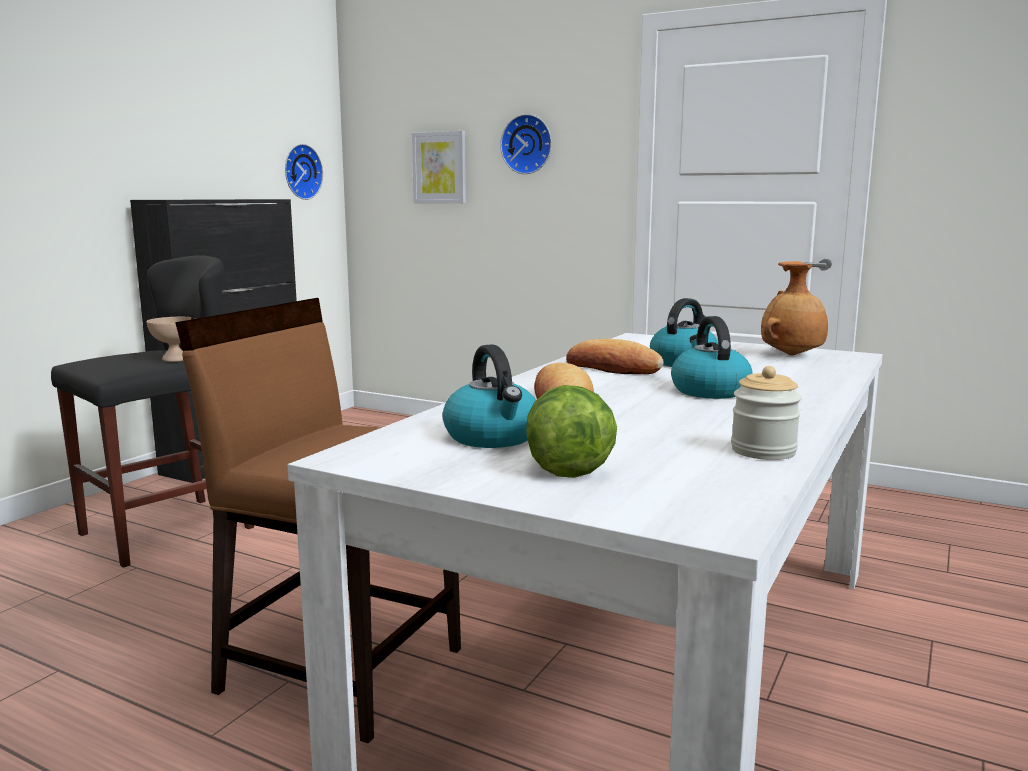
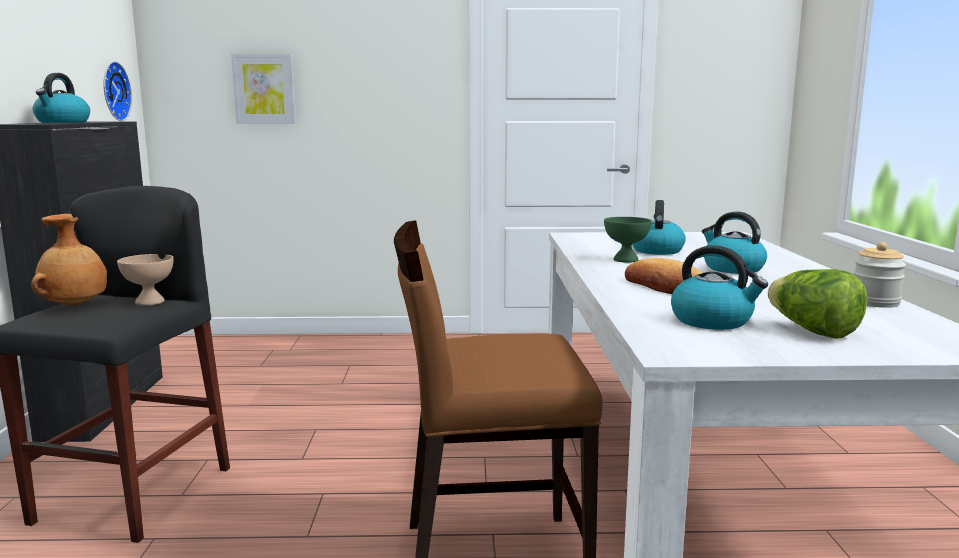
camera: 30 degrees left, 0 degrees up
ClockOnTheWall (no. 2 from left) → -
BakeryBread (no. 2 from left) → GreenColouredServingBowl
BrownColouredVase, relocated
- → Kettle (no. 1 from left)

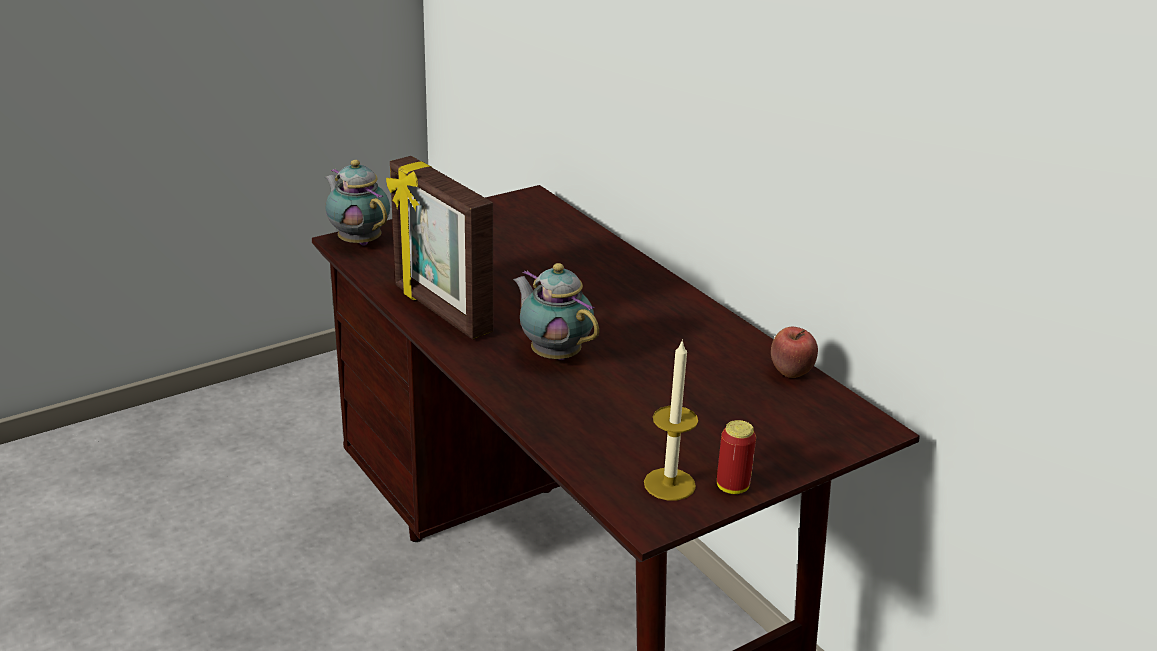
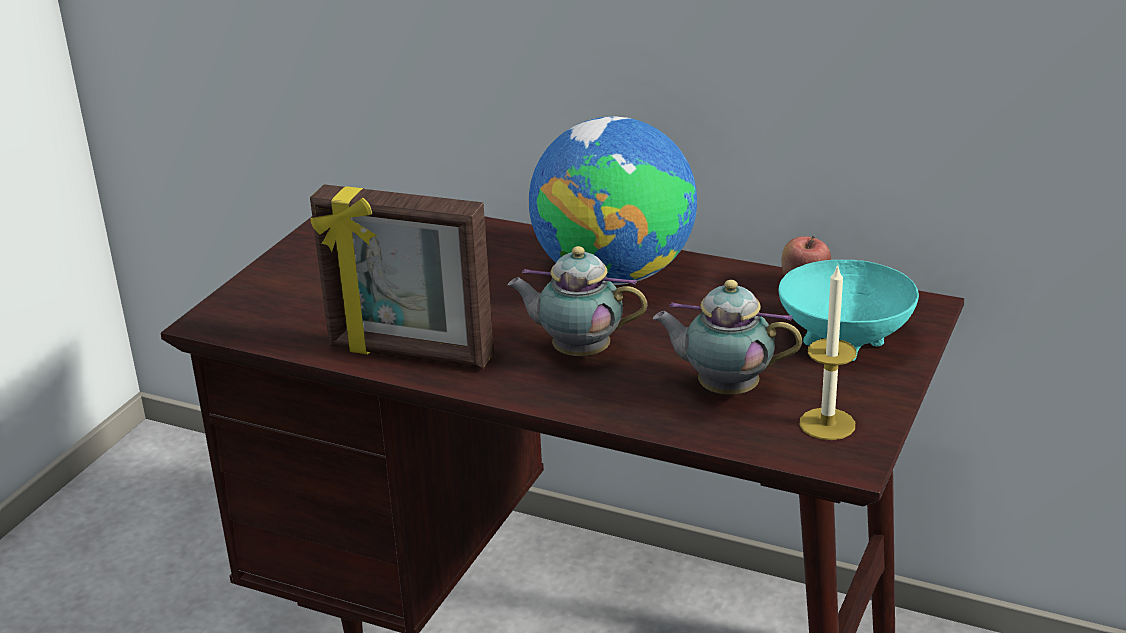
camera: 30 degrees left, 0 degrees up
Teapot (no. 1 from left in the first image) → Teapot (no. 2 from left), relocated
MetalCan → -
- → Globe
- → BlueGreenServingBowl

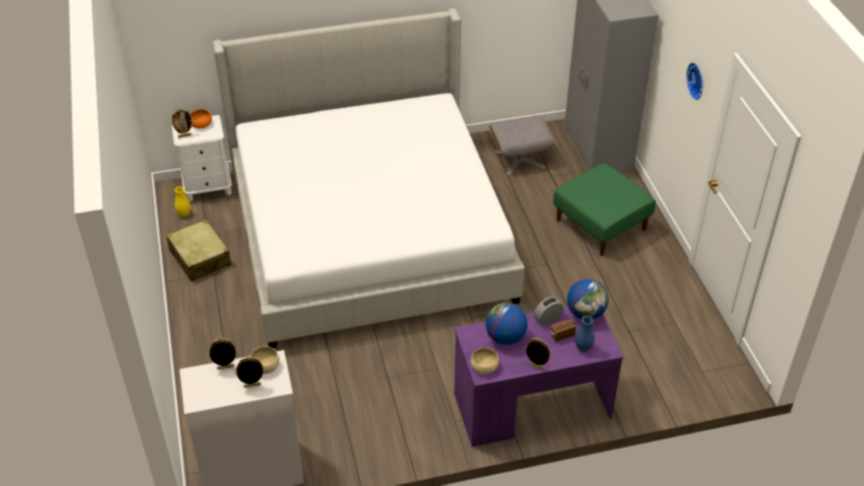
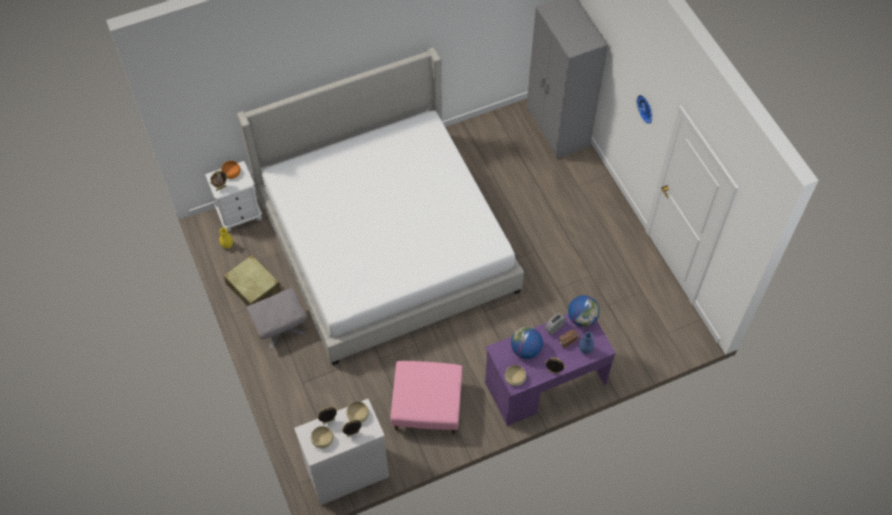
camera: 10 degrees left, 15 degrees up
GreyPouffe, relocated
GreenColouredPouffe → -
- → SandColouredServingBowl (no. 1 from left)
- → PinkPouffe

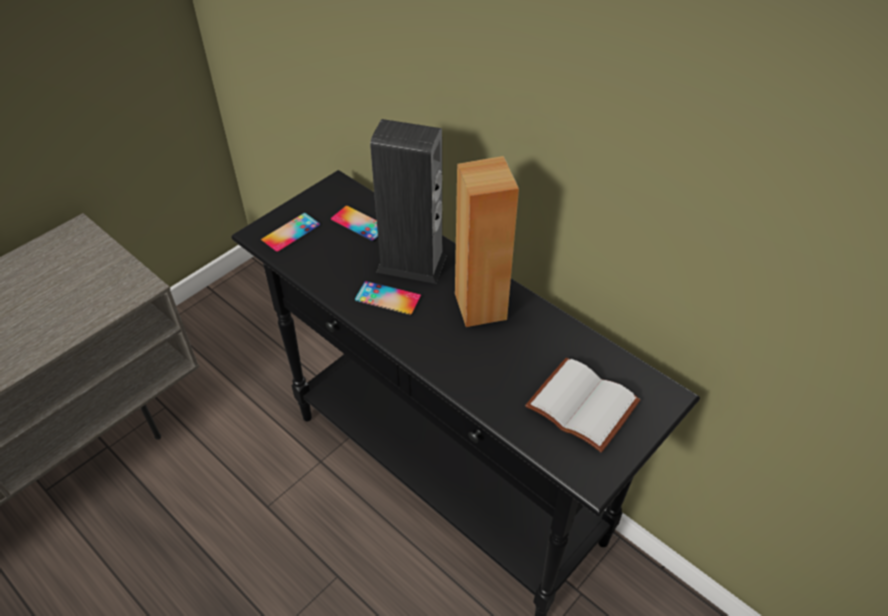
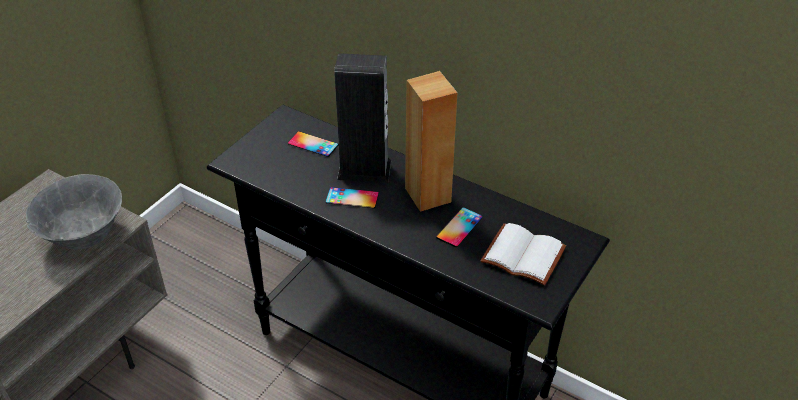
camera: 10 degrees left, 5 degrees down
Telephone (no. 1 from left in the first image) → Telephone (no. 3 from left), relocated
- → GreyServingBowl

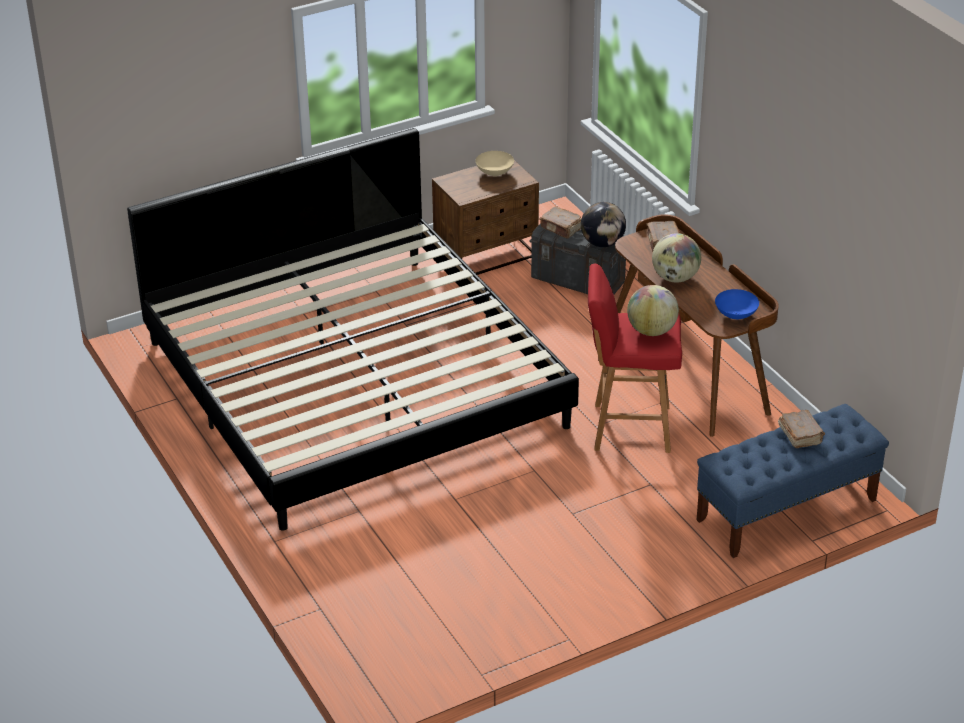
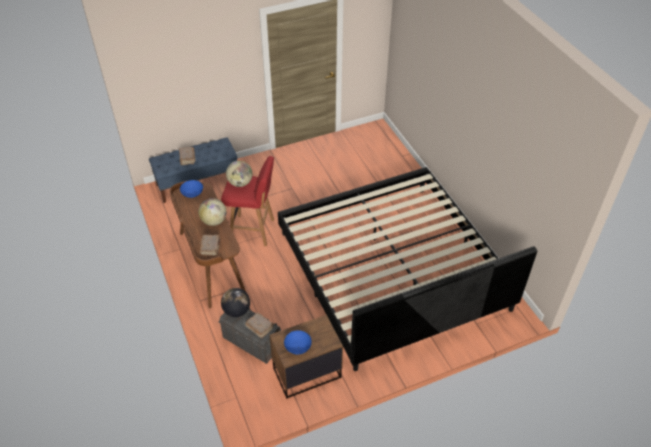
camera: 175 degrees left, 10 degrees up
SandColouredServingBowl → BluishServingBowl (no. 2 from left)

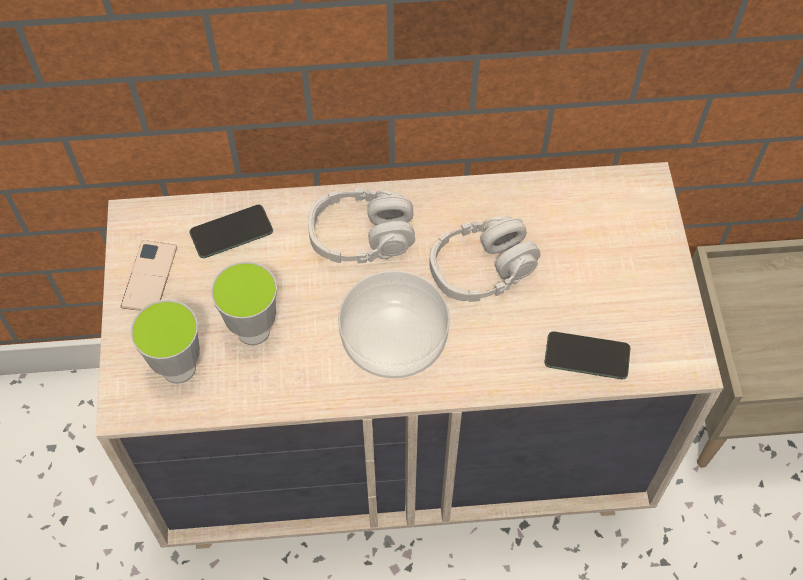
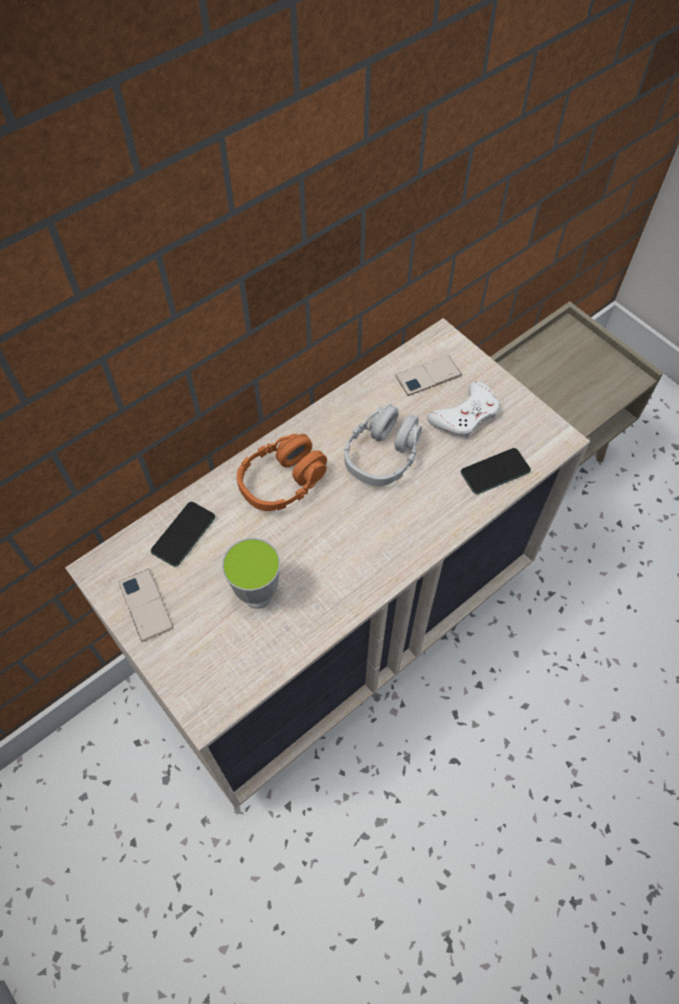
camera: 35 degrees left, 0 degrees up
SmallCup (no. 1 from left) → -
GreyPairOfHeadphones (no. 1 from left) → OrangeyPairOfHeadphones
ServingBowl → -
- → Telephone (no. 3 from left)
- → WhitishJoypad

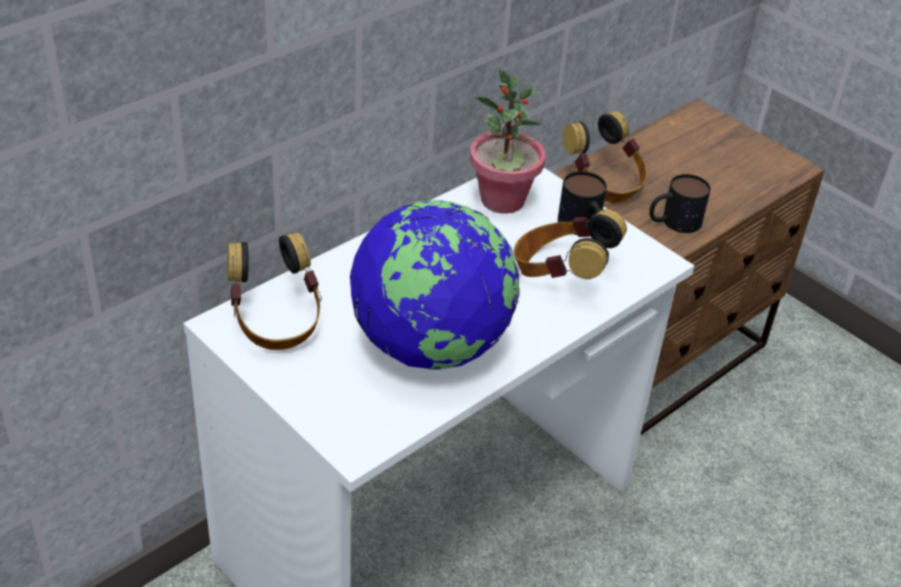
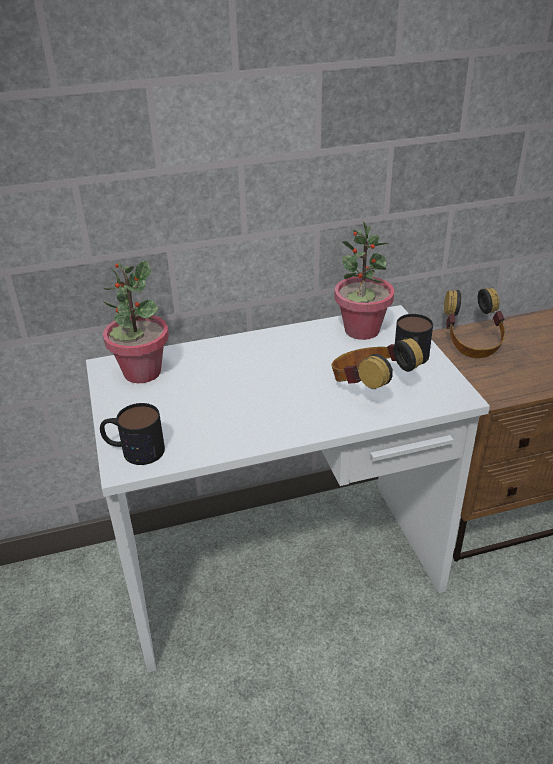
camera: 30 degrees right, 5 degrees down
PairOfHeadphones (no. 1 from left) → PottedPlant (no. 1 from left)
Globe → -
CoffeeMug (no. 2 from left in the first image) → CoffeeMug (no. 1 from left), relocated

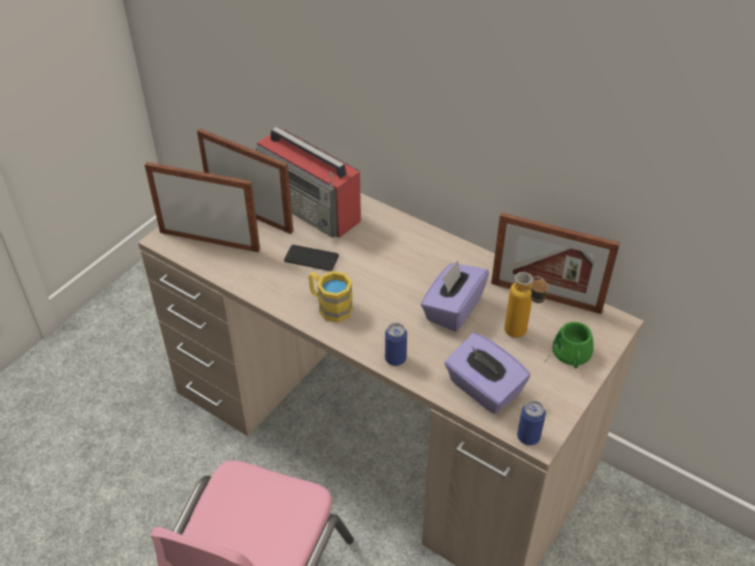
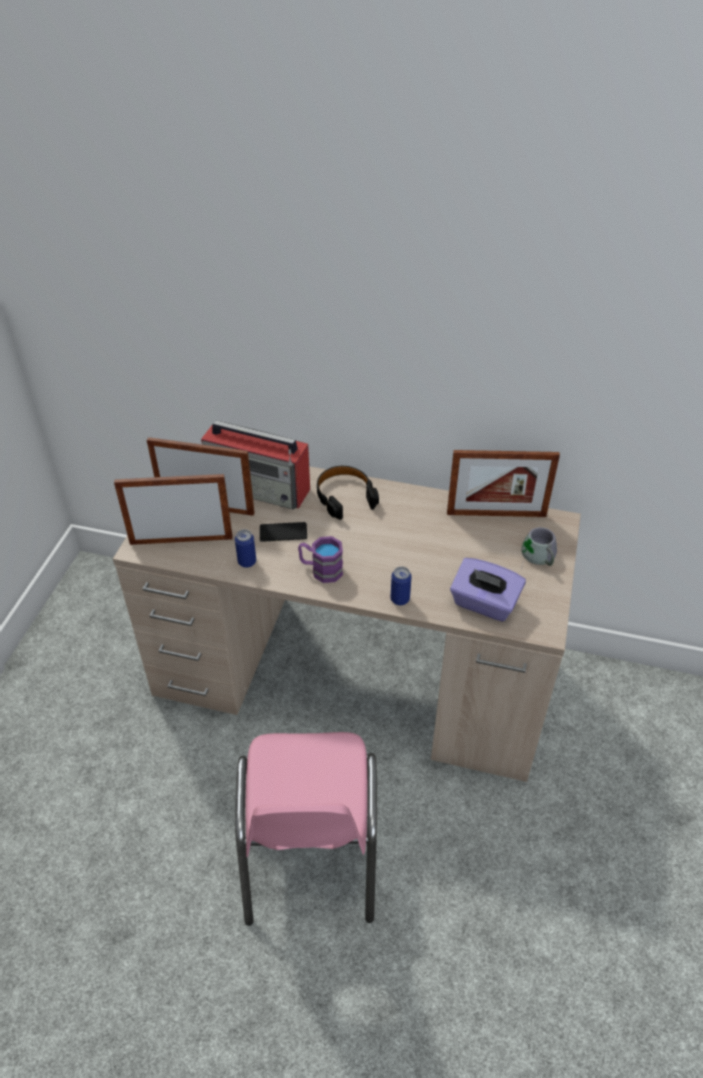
camera: 20 degrees left, 0 degrees up
YellowCoffeeMug → PurpleColouredCoffeeMug
PurpleColouredTissueHolder (no. 1 from left) → -
DrinkBottle → -
MetalCan (no. 2 from left in the first image) → MetalCan (no. 1 from left), relocated
GreenColouredCoffeeMug → GreyCoffeeMug
- → BlackPairOfHeadphones

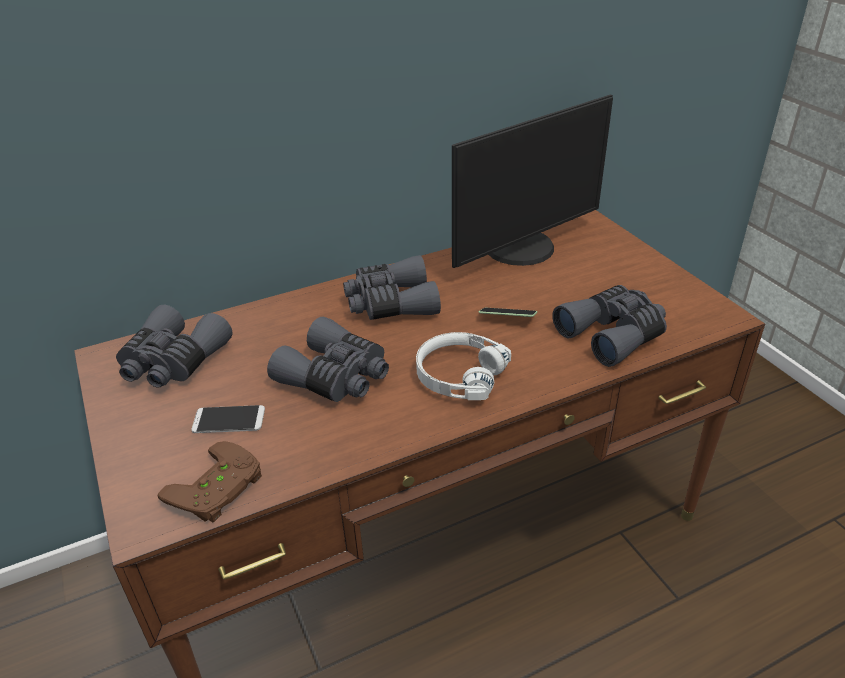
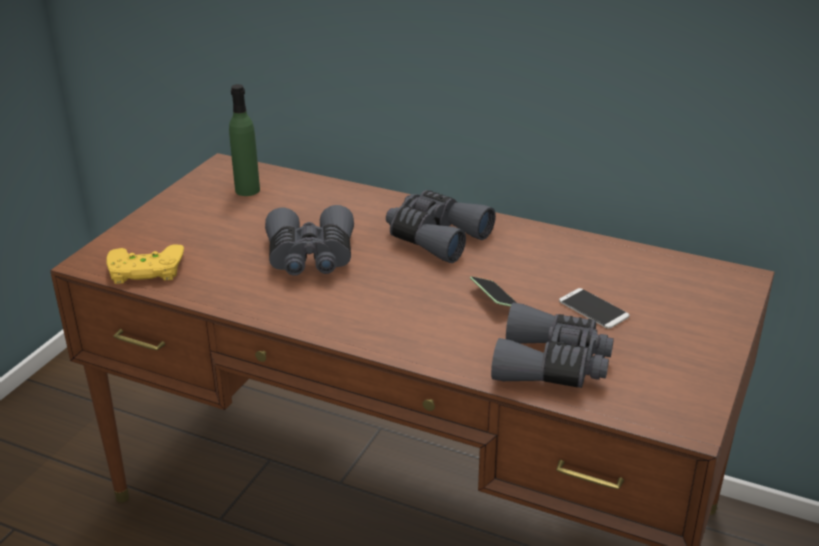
camera: 50 degrees right, 5 degrees down
GreyPairOfBinoculars (no. 1 from left) → GreenColouredDrinkBottle
BrownColouredJoypad → YellowJoypad
Telephone (no. 1 from left in the first image) → Telephone (no. 2 from left), relocated
WhitishPairOfHeadphones → -
Monitor → -

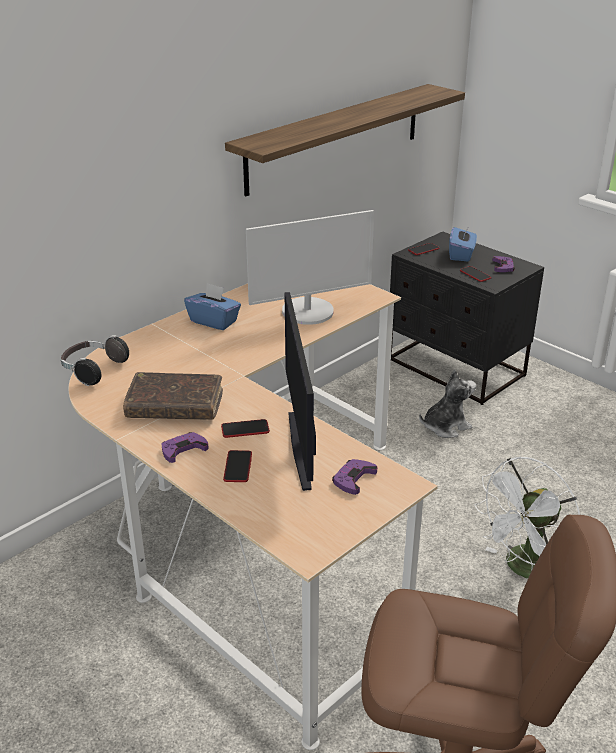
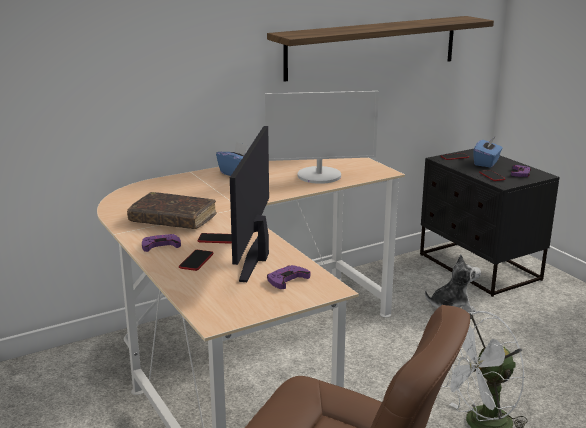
camera: 15 degrees right, 10 degrees down
PairOfHeadphones → -

